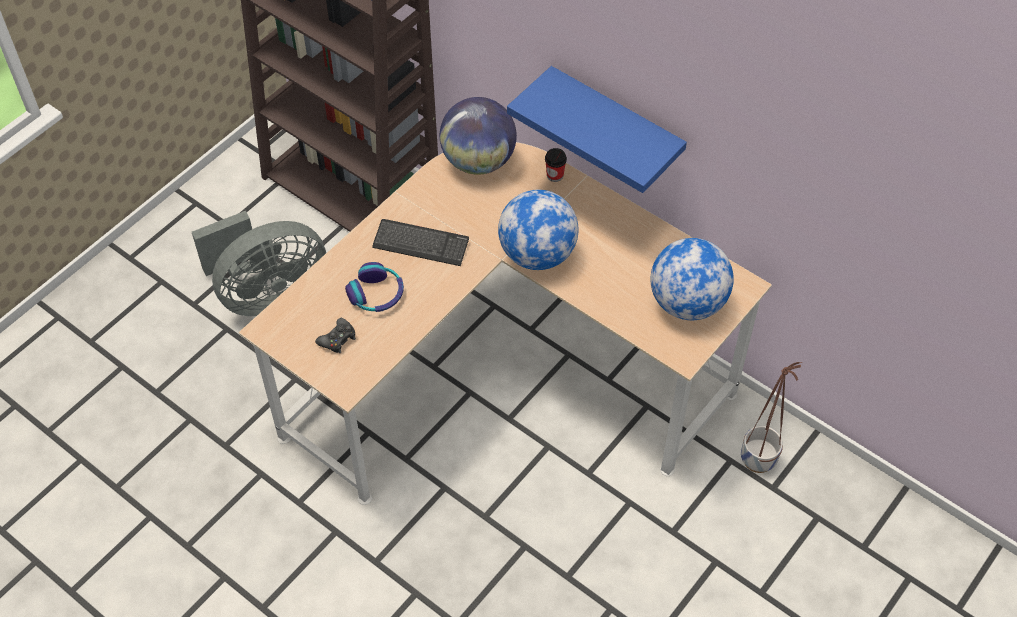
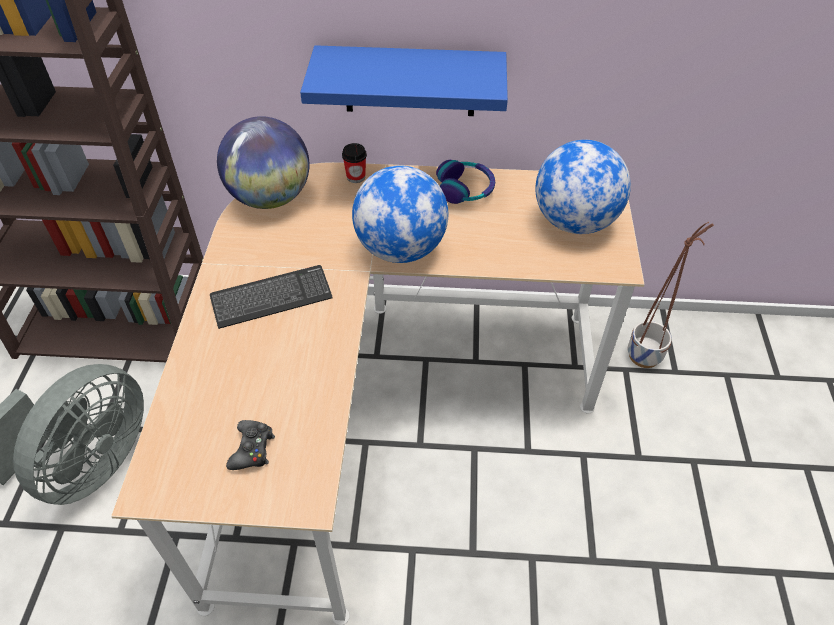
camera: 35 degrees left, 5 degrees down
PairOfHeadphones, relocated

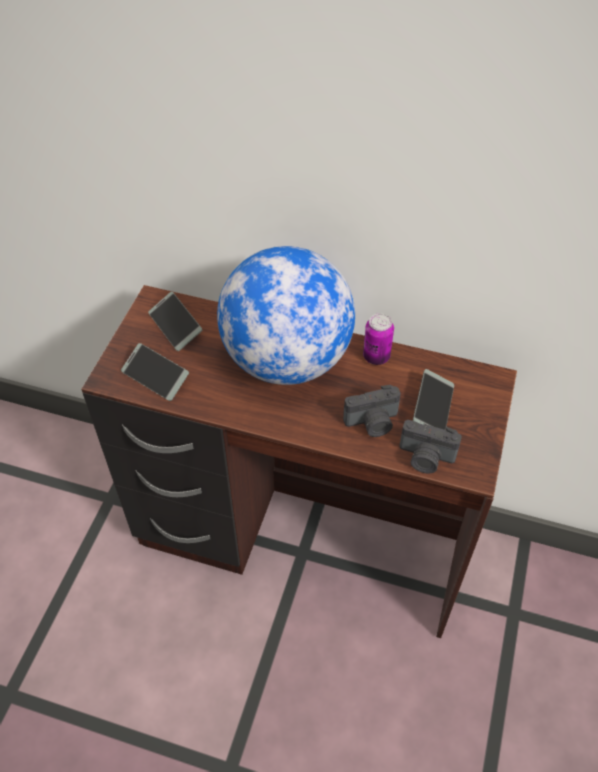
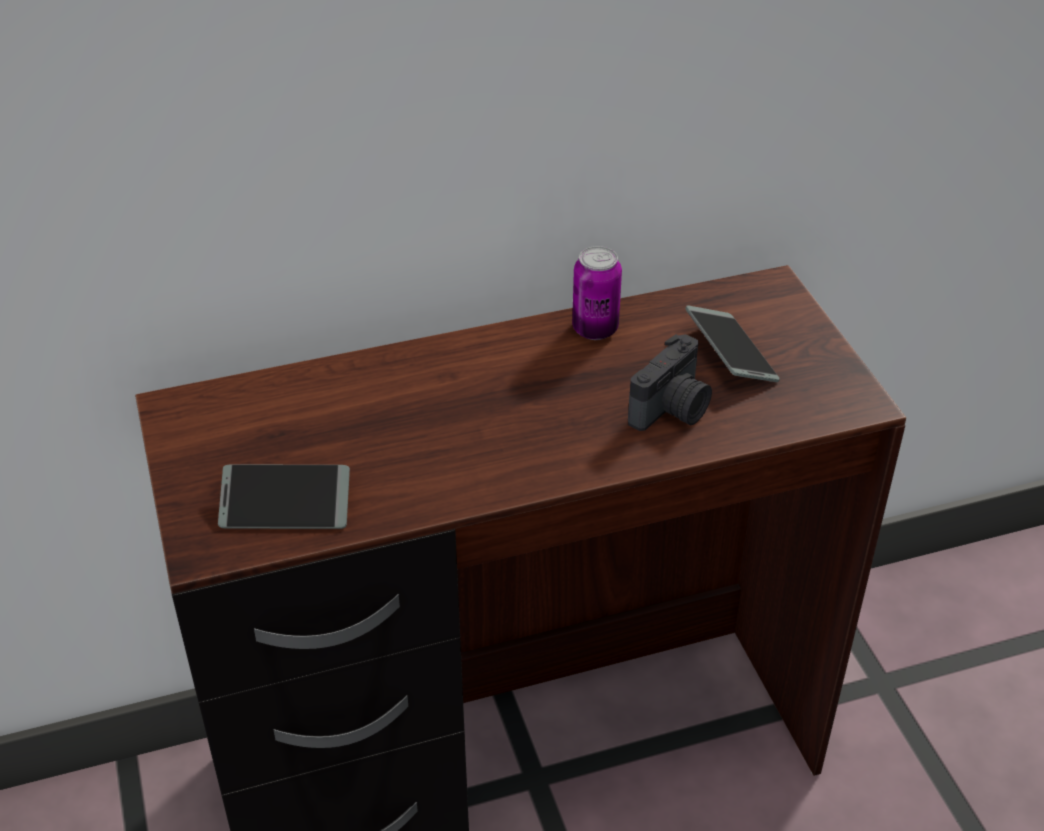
camera: 35 degrees left, 10 degrees down
Telephone (no. 2 from left) → -
Globe → -
StillCamera (no. 2 from left) → -

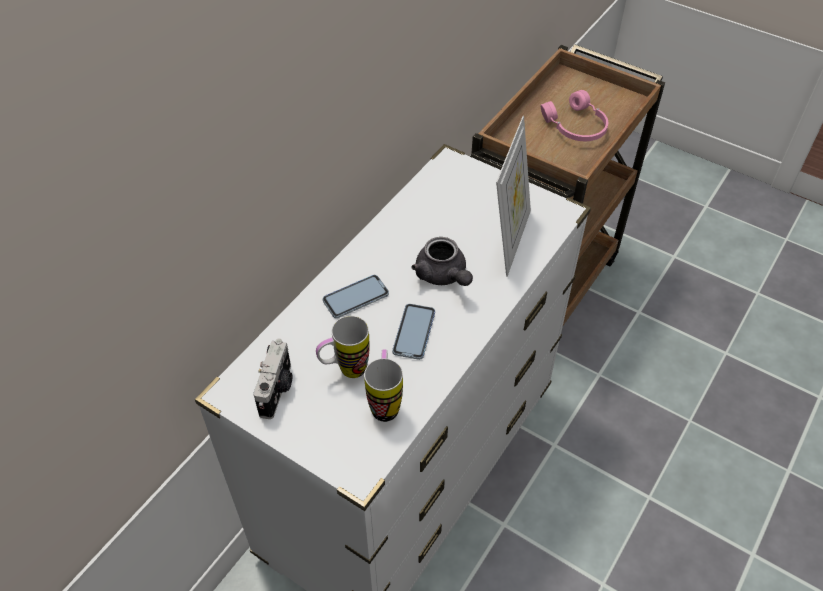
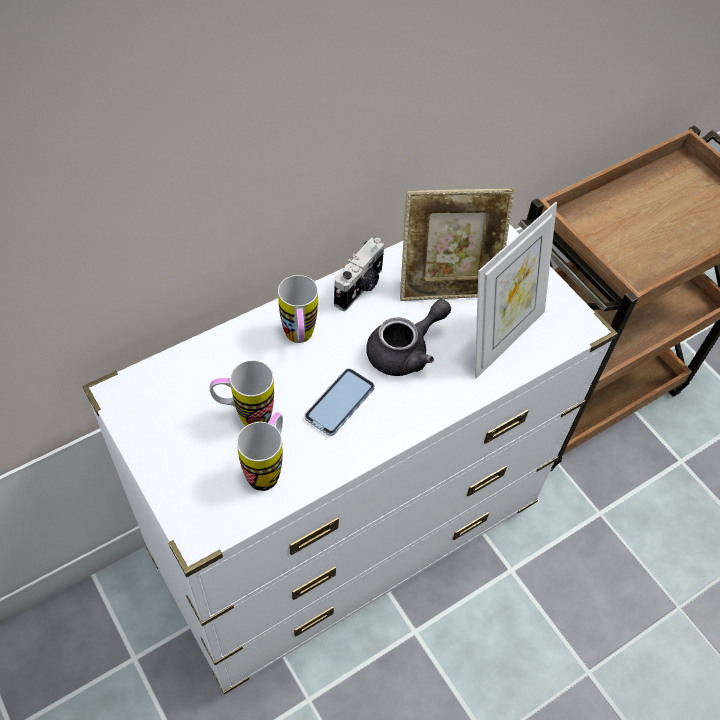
camera: 20 degrees right, 5 degrees up
StillCamera, relocated
Telephone (no. 1 from left) → CoffeeMug (no. 3 from left)
GreyTeapot, 120 degrees counterclockwise
PinkPairOfHeadphones → -
- → PhotoFrame (no. 1 from left)

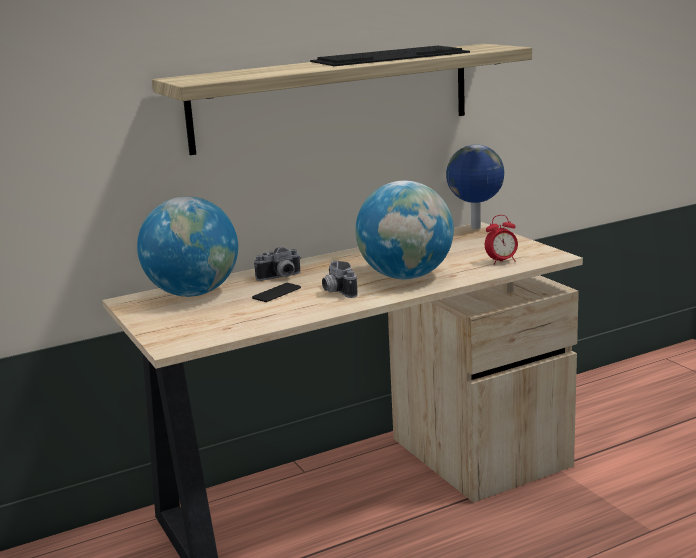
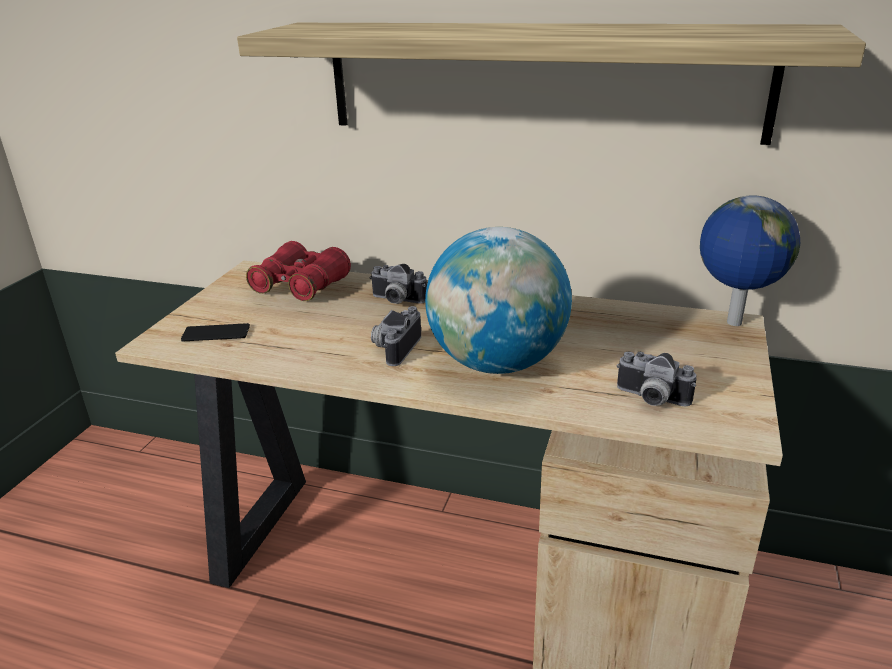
camera: 45 degrees right, 10 degrees up
Globe (no. 1 from left) → ReddishPairOfBinoculars
Telephone, relocated
Keyboard → -
AlarmClock → StillCamera (no. 3 from left)

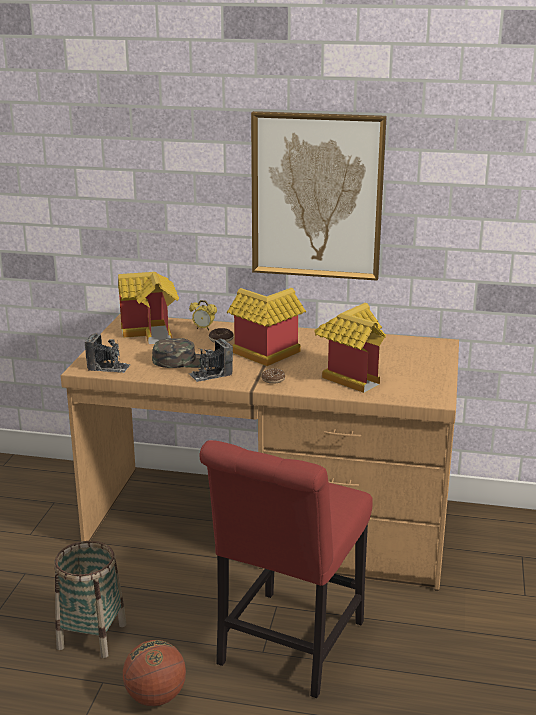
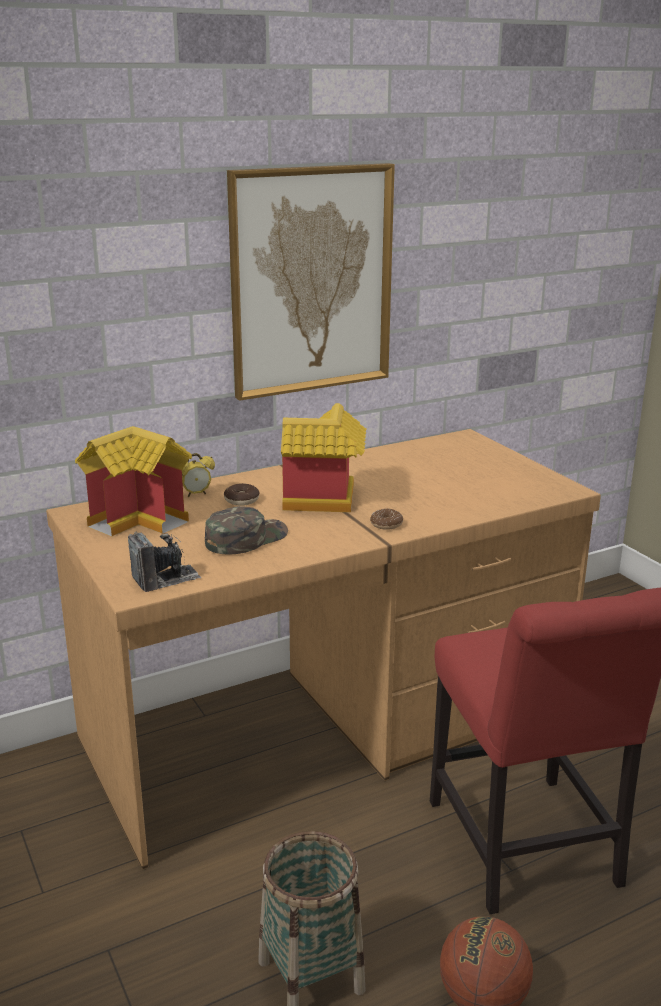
camera: 40 degrees left, 0 degrees up
StillCamera (no. 2 from left) → -
ToyHouse (no. 3 from left) → -

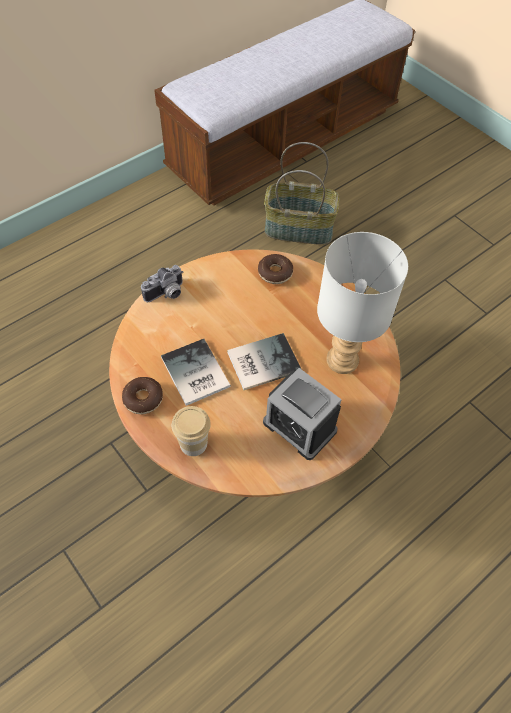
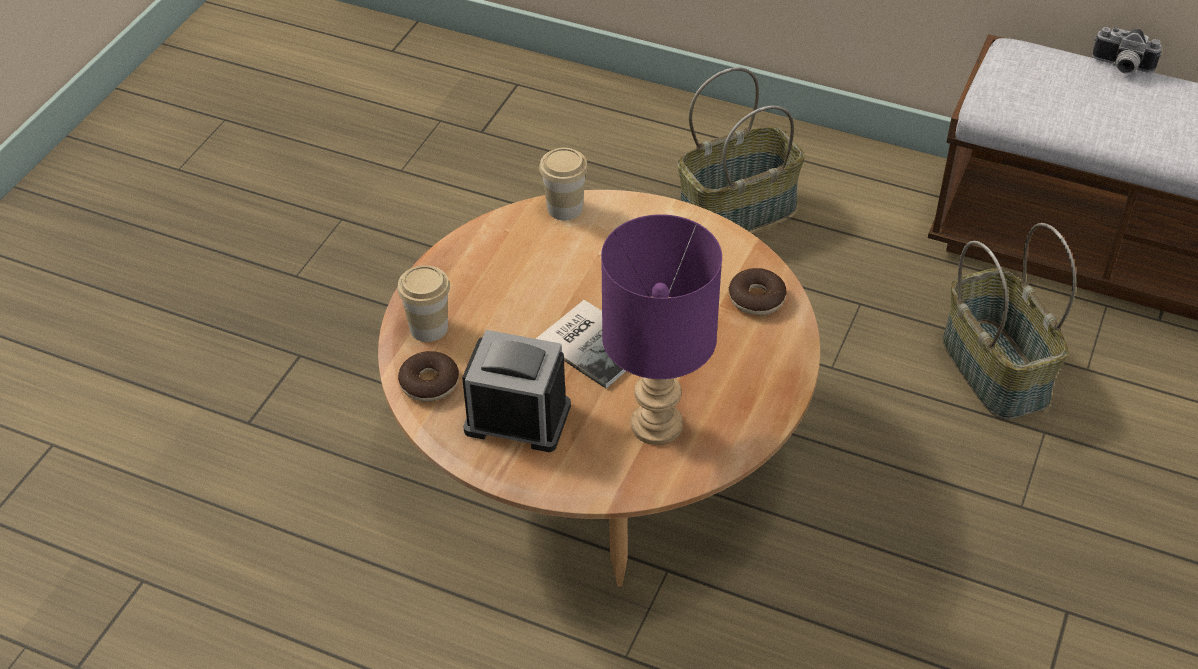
camera: 65 degrees right, 10 degrees down
Doughnut (no. 1 from left), relocated
StillCamera, relocated
BoundBook (no. 1 from left) → -
AlarmClock, 90 degrees clockwise
GreyTableLamp → PurpleColouredTableLamp
- → SmallCup (no. 2 from left)
- → Basket (no. 1 from left)

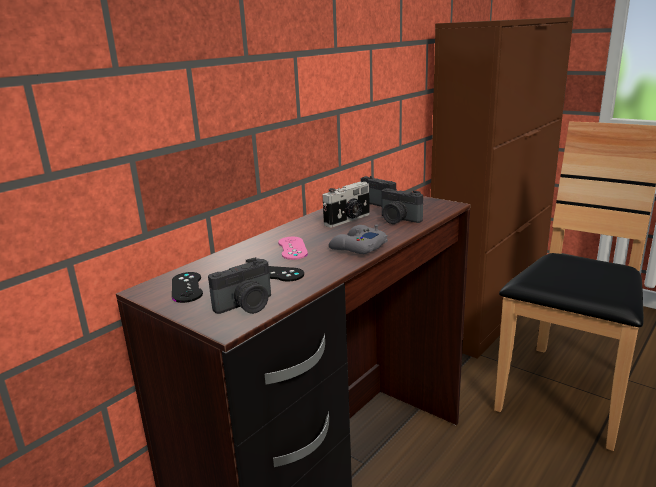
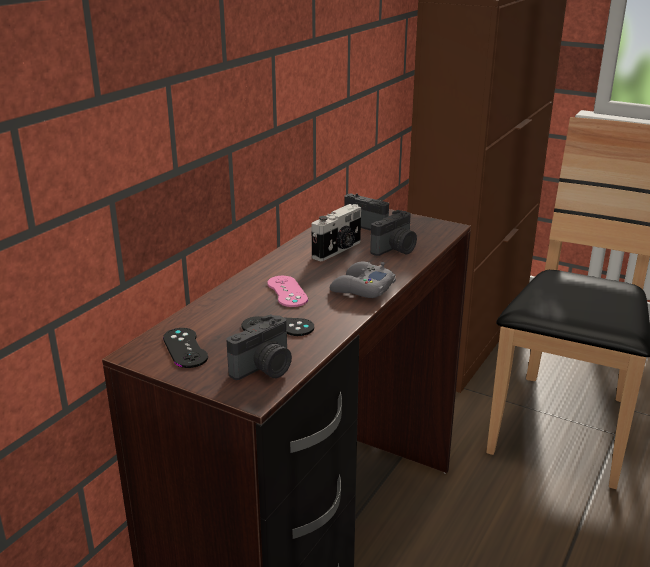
camera: 10 degrees left, 5 degrees up
StillCamera (no. 4 from left), 75 degrees counterclockwise

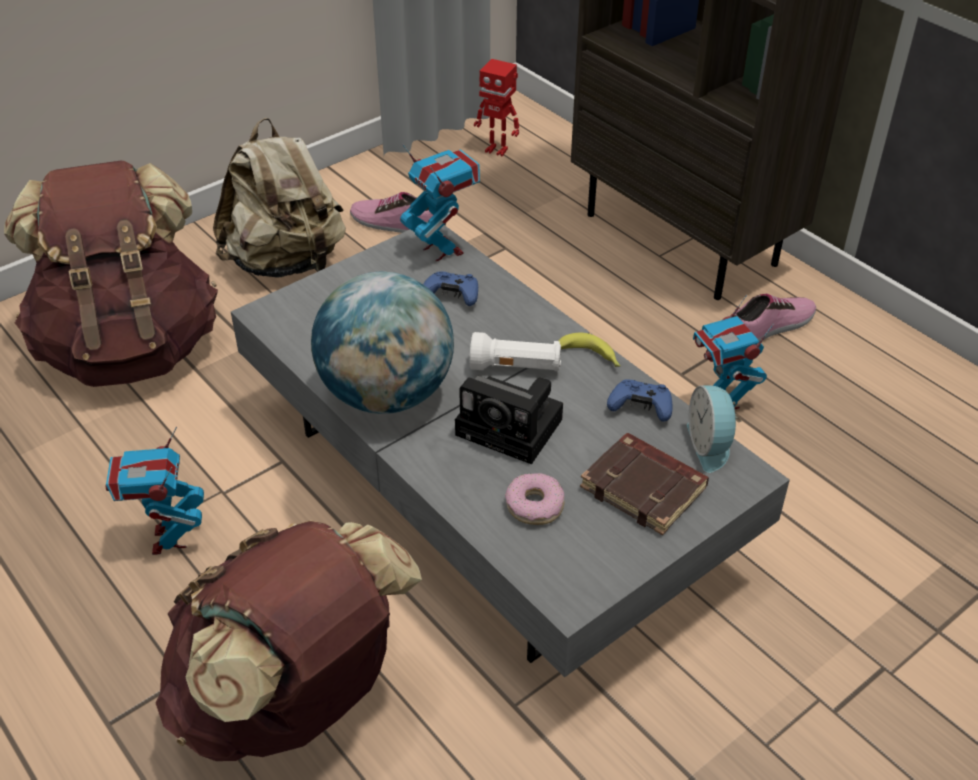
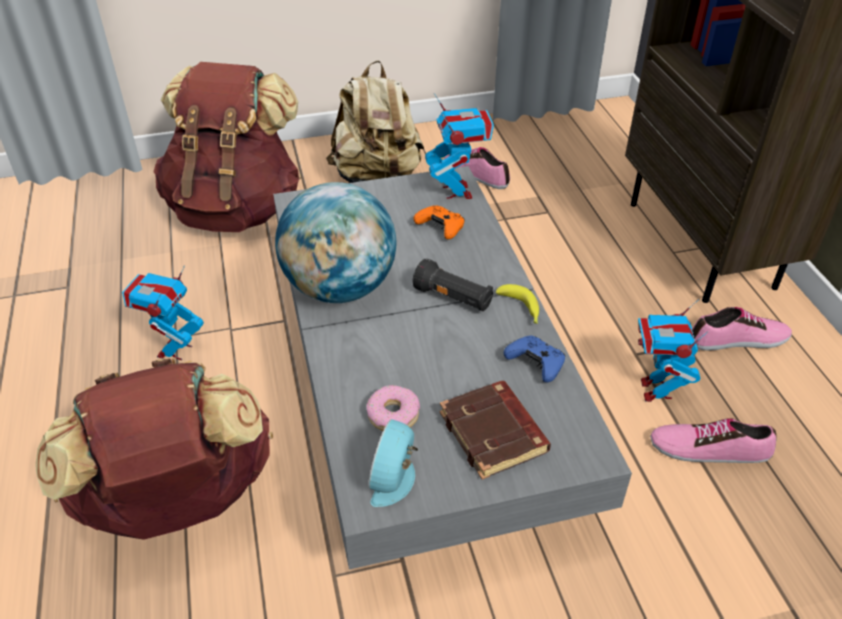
camera: 25 degrees right, 0 degrees up
BluishJoypad (no. 1 from left) → OrangeyJoypad
StillCamera → -
WhitishHandTorch → BlackHandTorch
RobotFigure (no. 3 from left) → -
AlarmClock, relocated
- → LowShoe (no. 2 from left)

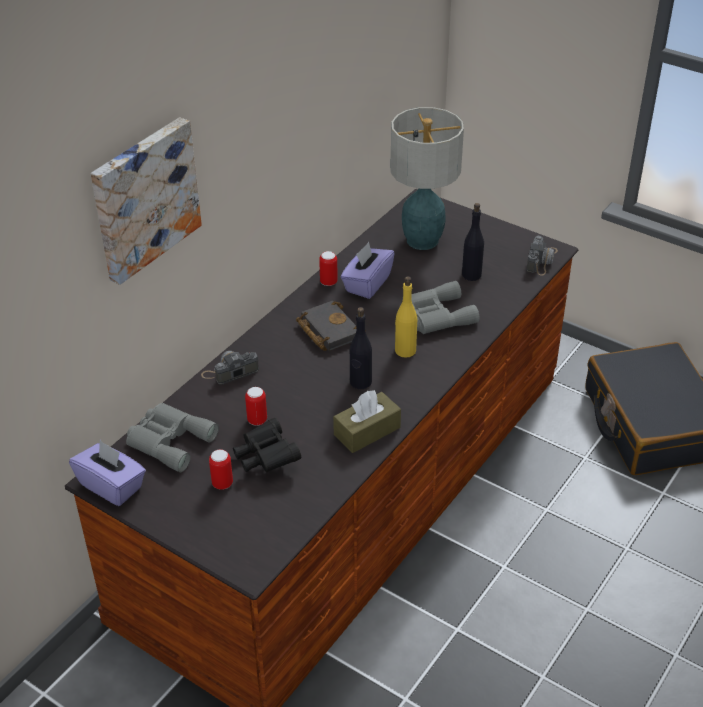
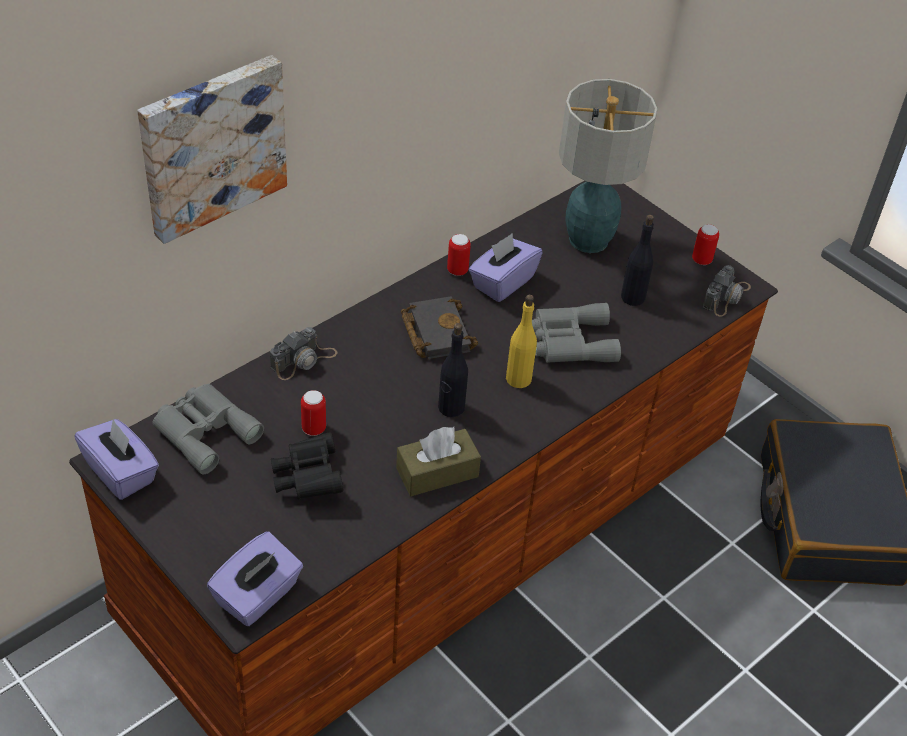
camera: 10 degrees right, 5 degrees up
StillCamera (no. 1 from left), 150 degrees clockwise
MetalCan (no. 1 from left in the first image) → MetalCan (no. 3 from left), relocated
- → PurpleColouredTissueHolder (no. 2 from left)

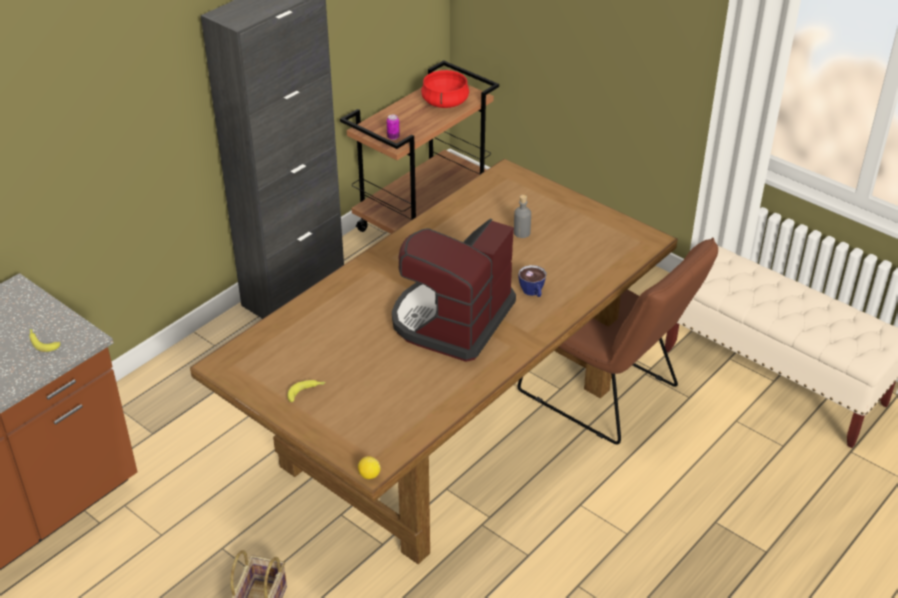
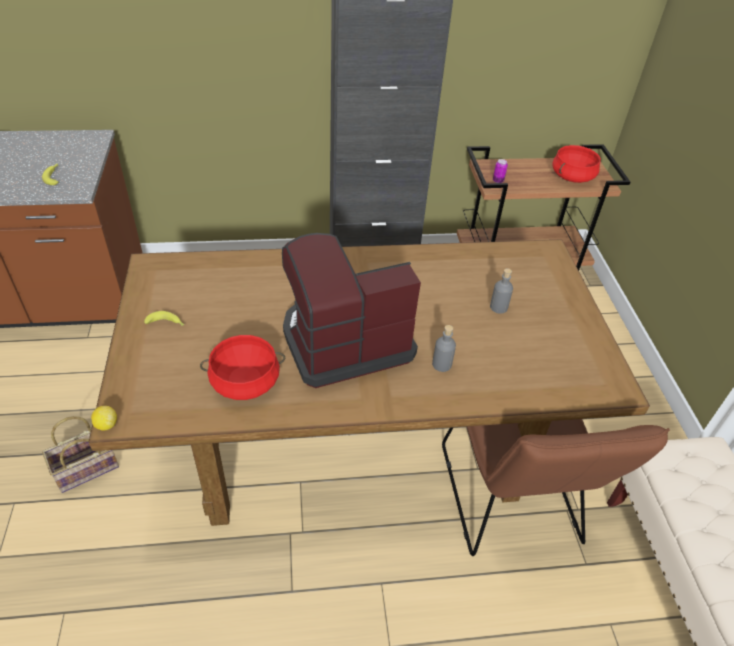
camera: 40 degrees right, 5 degrees up
SmallCup → GreyDrinkBottle (no. 1 from left)
- → ReddishStockpot (no. 1 from left)

